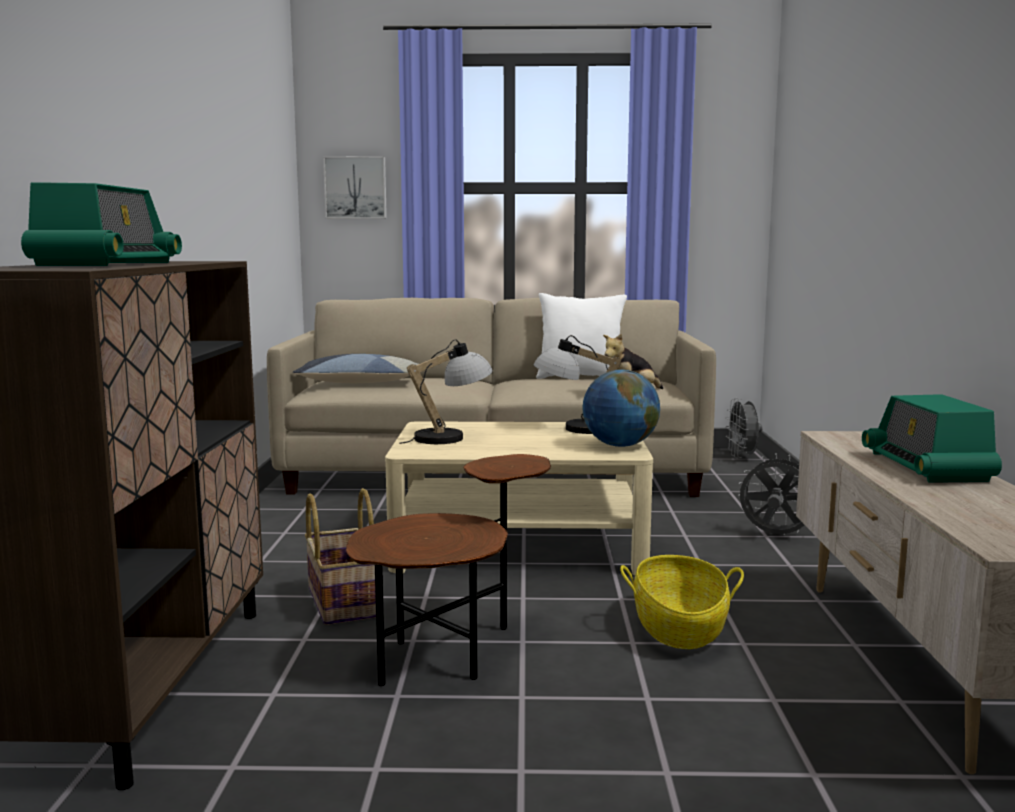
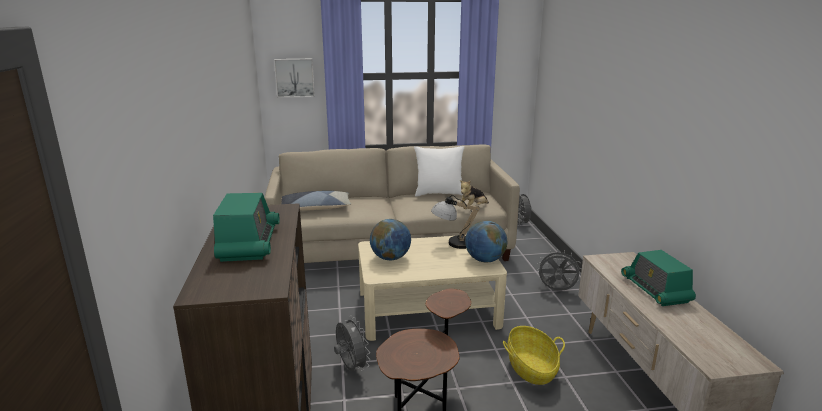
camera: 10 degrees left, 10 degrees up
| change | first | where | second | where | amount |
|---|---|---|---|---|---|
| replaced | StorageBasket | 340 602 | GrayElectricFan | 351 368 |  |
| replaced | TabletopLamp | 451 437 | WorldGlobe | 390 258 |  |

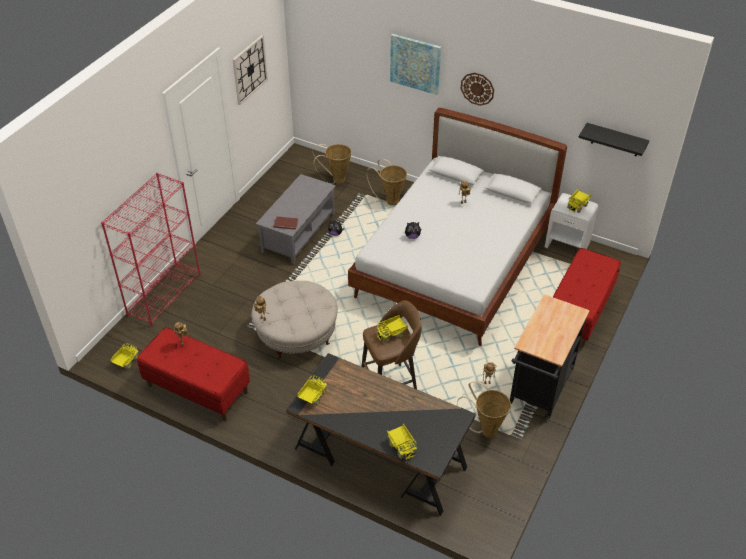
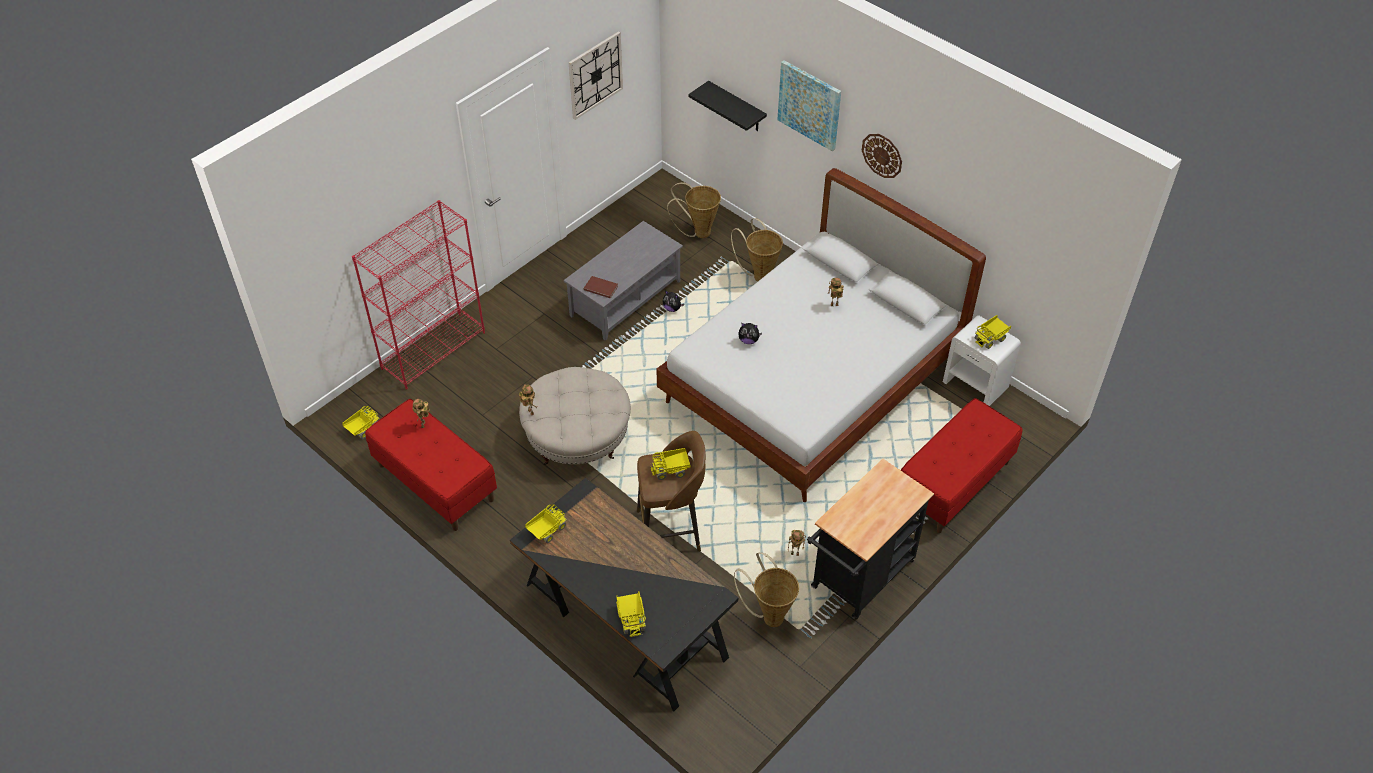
camera: 15 degrees right, 5 degrees up
| change | first | where | second | where | amount |
|---|---|---|---|---|---|
| moved | BlackishBracketShelf | 615 140 |  | 737 107 |  |

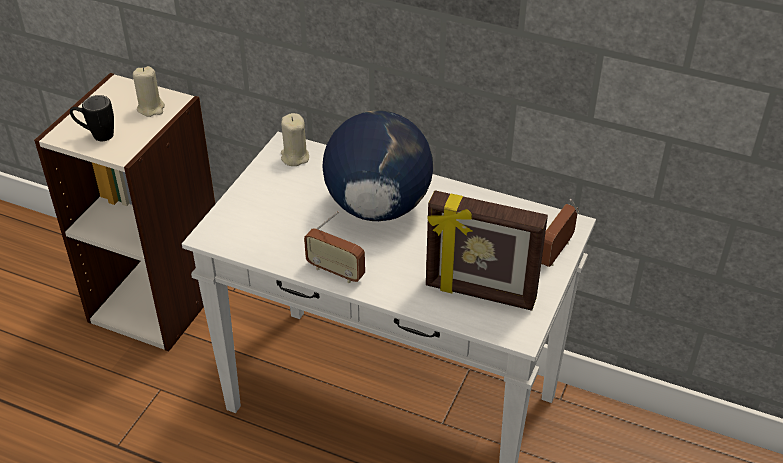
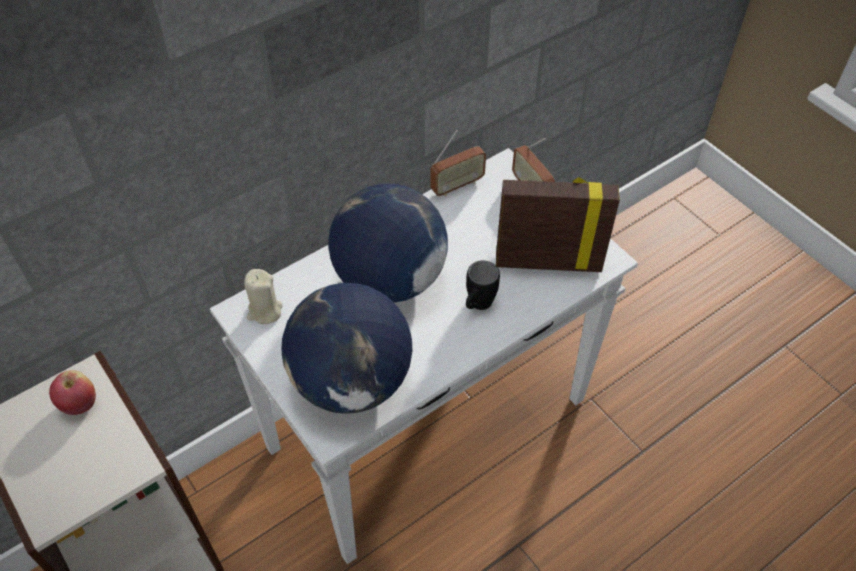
camera: 60 degrees left, 10 degrees up
| change | first | where | second | where | amount |
|---|---|---|---|---|---|
| replaced | BeigeWaxLight | 151 108 | Apple | 80 404 |  |
| added |  |  | WorldGlobe | 352 382 |  |
| moved | Radio | 336 271 |  | 457 186 |  |
| moved | BlackishTeaMug | 96 135 |  | 477 306 |  |
| turned | PictureFrame | 480 294 |  | 548 262 | 135 degrees counterclockwise |

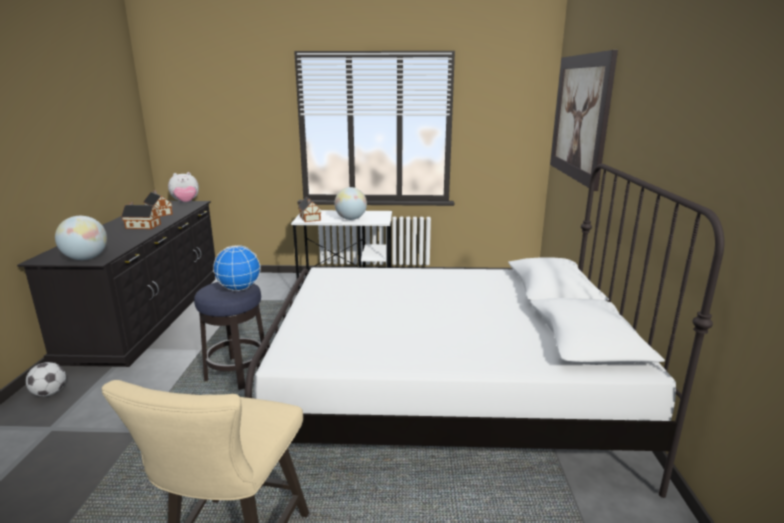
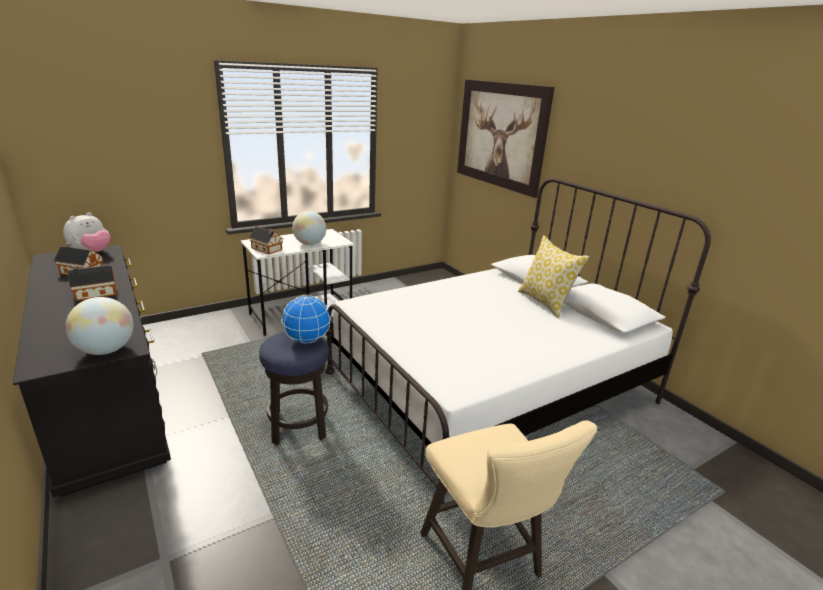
camera: 35 degrees left, 5 degrees up
| change | first | where | second | where | amount |
|---|---|---|---|---|---|
| added |  |  | ThrowPillow | 545 303 |  |
| removed | FootballBall | 50 393 |  |  |  |

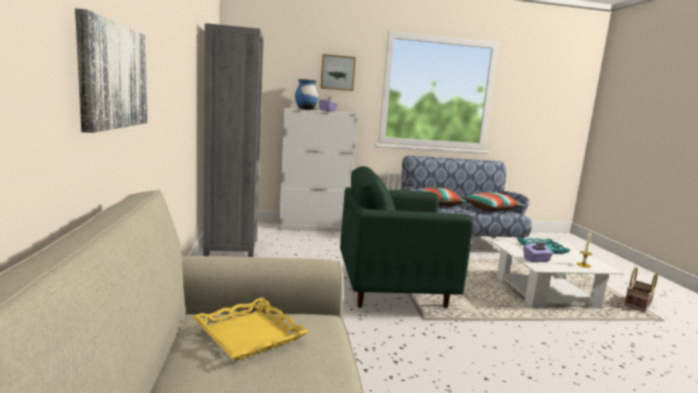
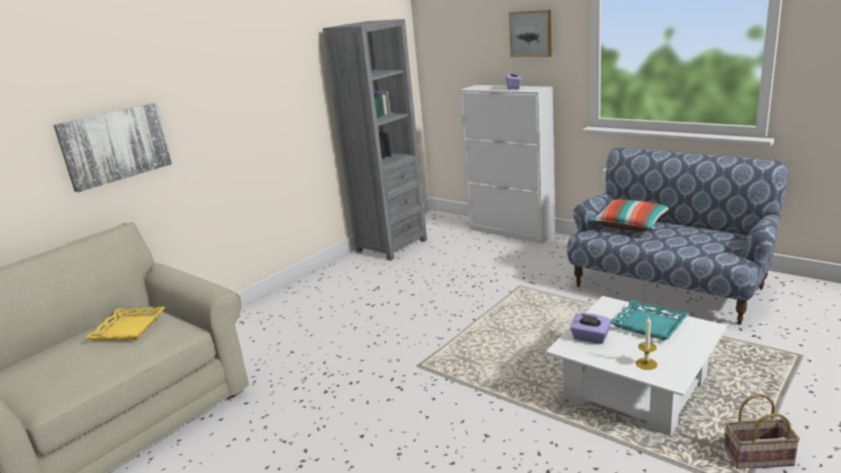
camera: 50 degrees right, 10 degrees up
| change | first | where | second | where | amount |
|---|---|---|---|---|---|
| removed | BluishDecorativeVase | 305 109 |  |  |  |
| removed | GreenColouredLoungeChair | 393 291 |  |  |  |
| removed | ThrowPillow | 490 209 |  |  |  |

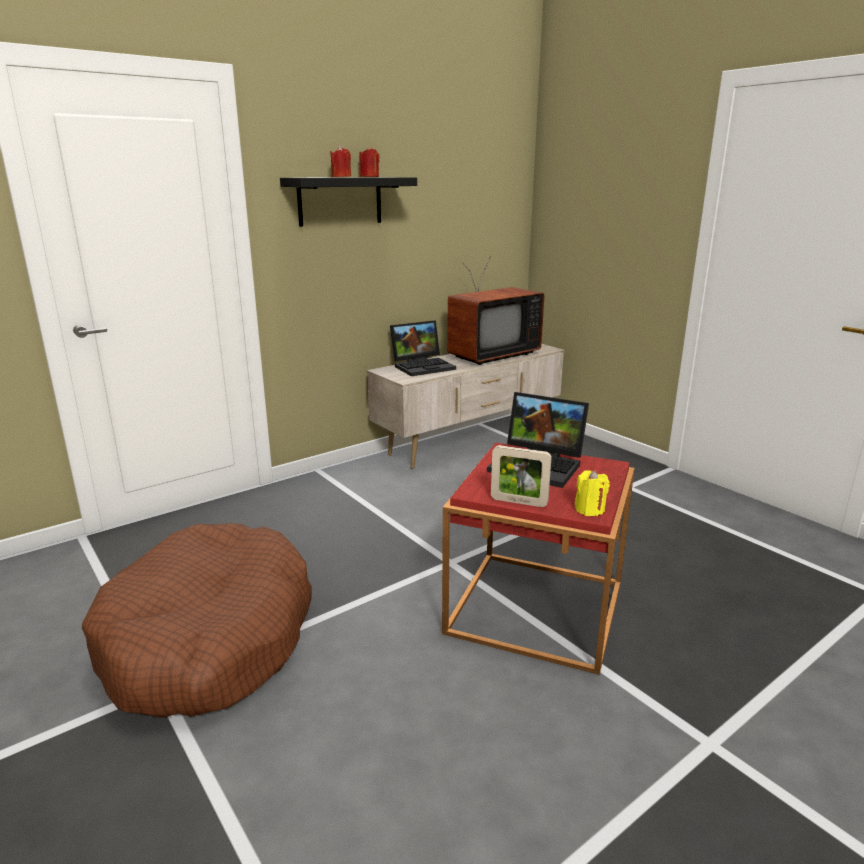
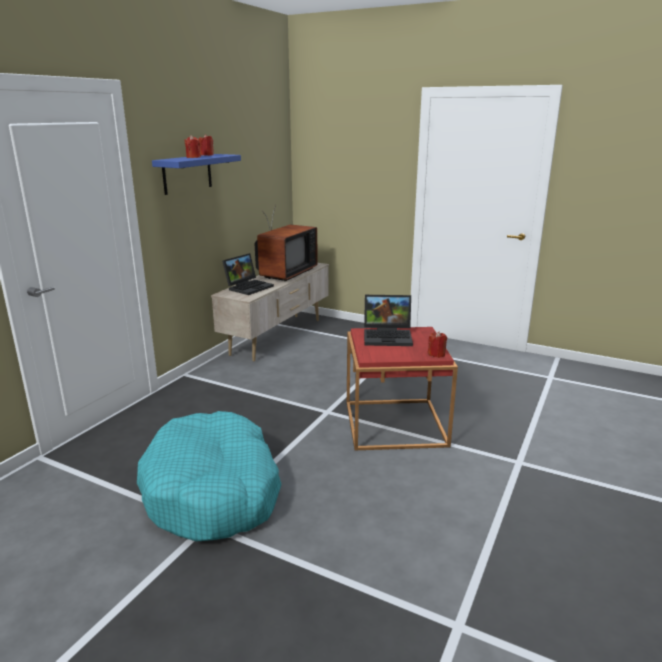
camera: 25 degrees left, 0 degrees up
| change | first | where | second | where | amount |
|---|---|---|---|---|---|
| recoloured | BrownishDogCushion | 209 639 | TurquoiseDogCushion | 213 491 |  |
| recoloured | BlackishBracketShelf | 340 201 | BluishBracketShelf | 187 173 |  |
| recoloured | YellowColouredWaxLight | 589 509 | RedColouredWaxLight | 436 354 |  |
| removed | PictureFrame | 519 502 |  |  |  |

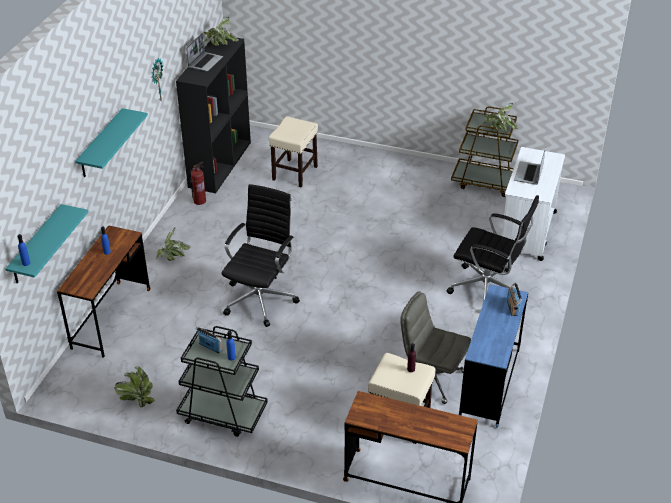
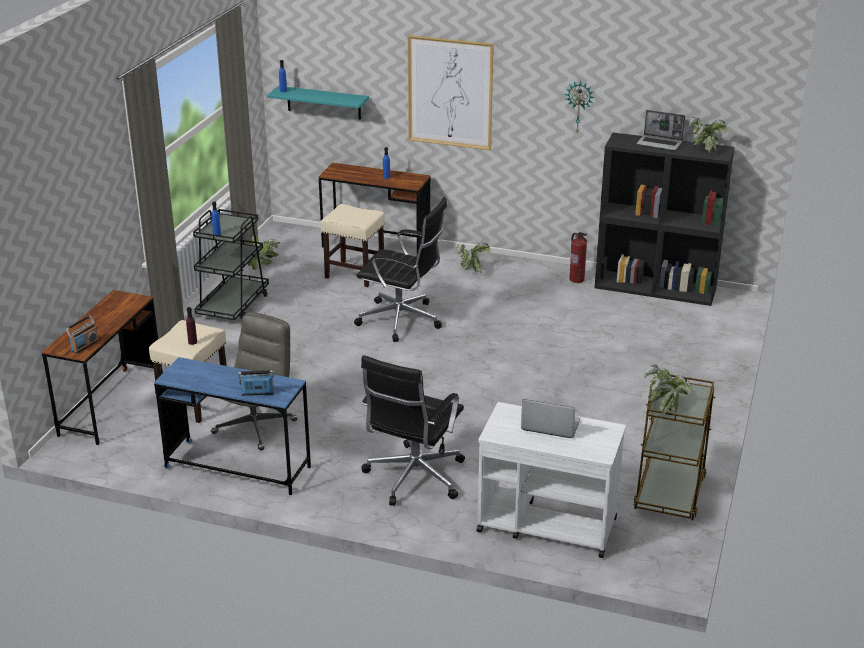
camera: 90 degrees right, 10 degrees down
| change | first | where | second | where | amount |
|---|---|---|---|---|---|
| moved | Radio | 210 347 |  | 84 346 |  |
| moved | BeigeStoolSeat | 294 173 |  | 354 274 |  |
| replaced | TurquoiseBracketShelf | 101 144 | WallArt | 450 92 |  |

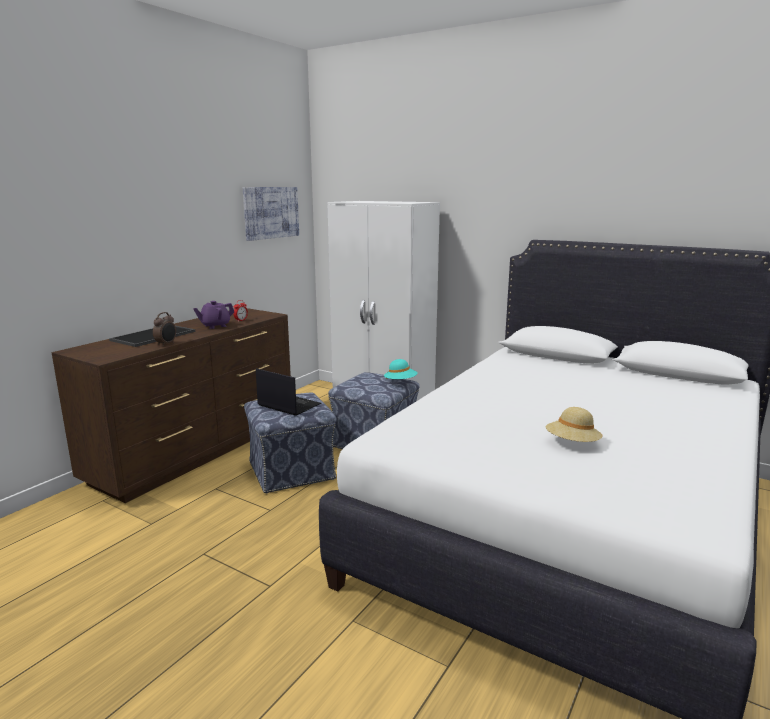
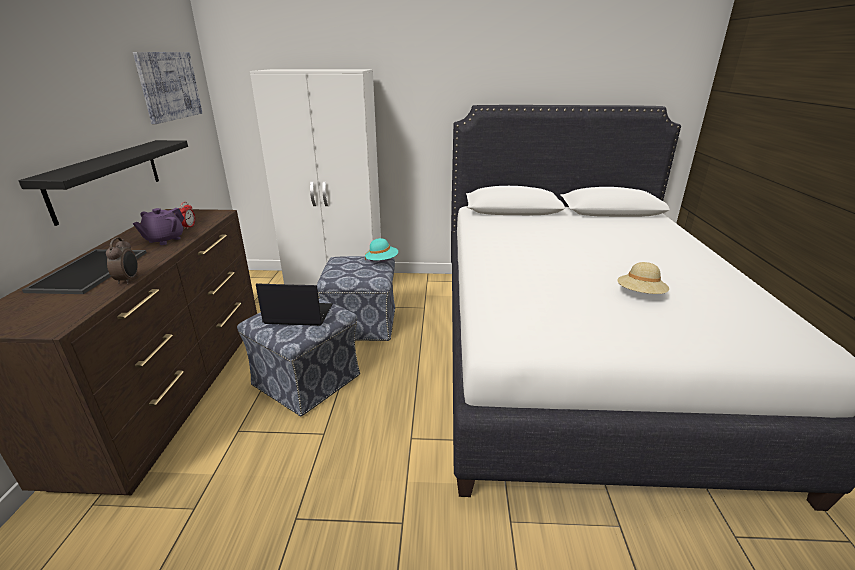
camera: 30 degrees left, 10 degrees up
| change | first | where | second | where | amount |
|---|---|---|---|---|---|
| added |  |  | BlackishBracketShelf | 107 178 |  |

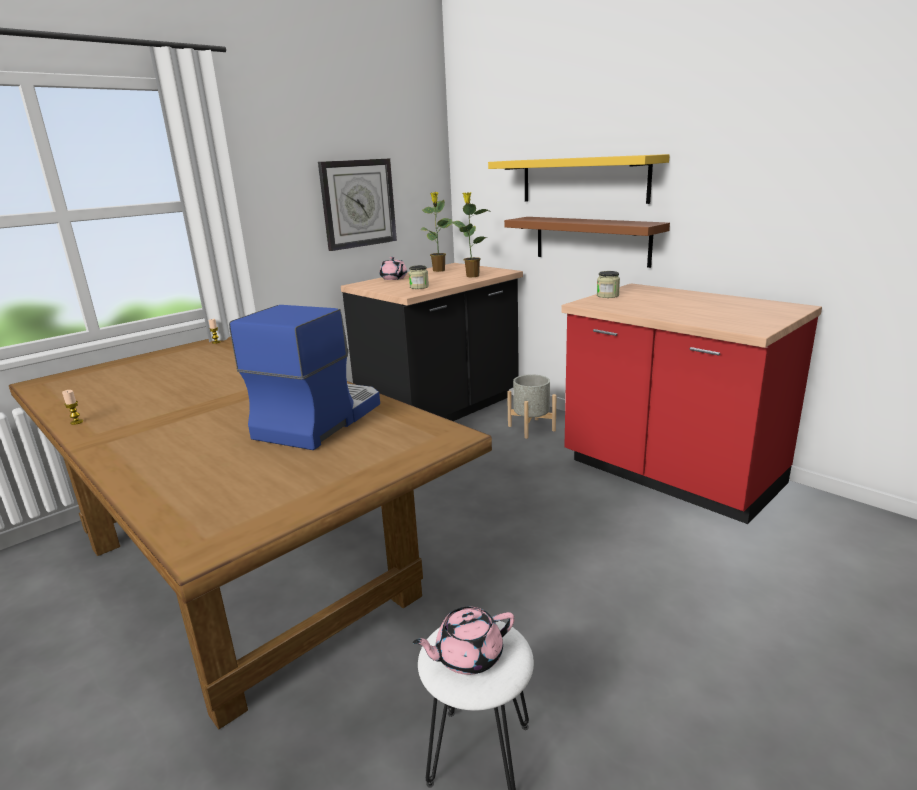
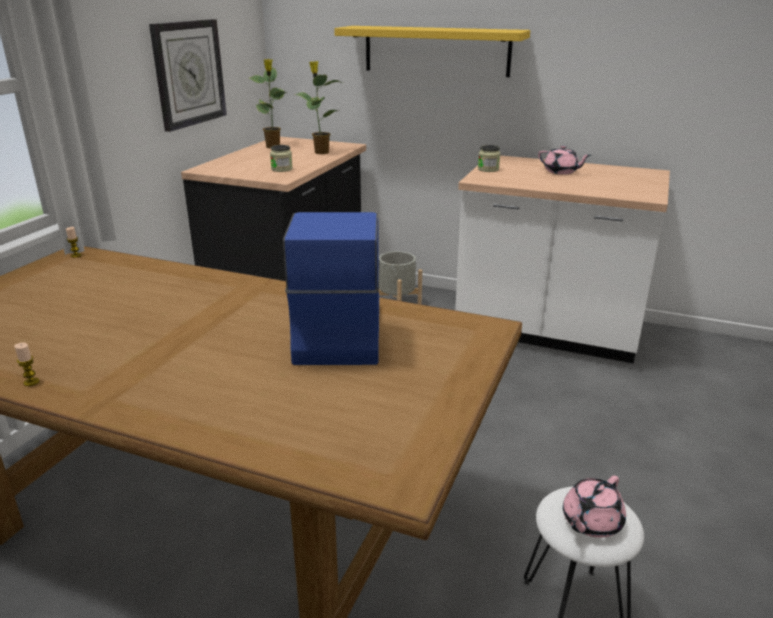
camera: 25 degrees left, 5 degrees up
| change | first | where | second | where | amount |
|---|---|---|---|---|---|
| recoloured | RedColouredKitchenBaseUnit | 670 474 | WhiteKitchenBaseUnit | 548 331 |  |
| moved | PinkishPotForTea | 394 278 |  | 561 172 |  |
| removed | BrownishBracketShelf | 591 240 |  |  |  |

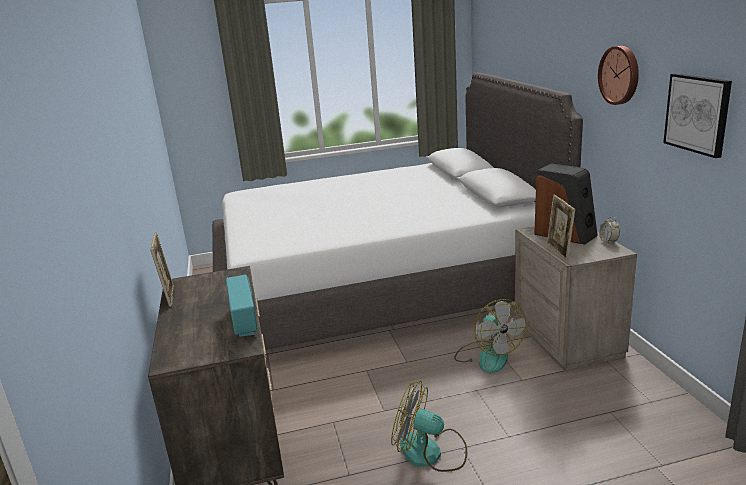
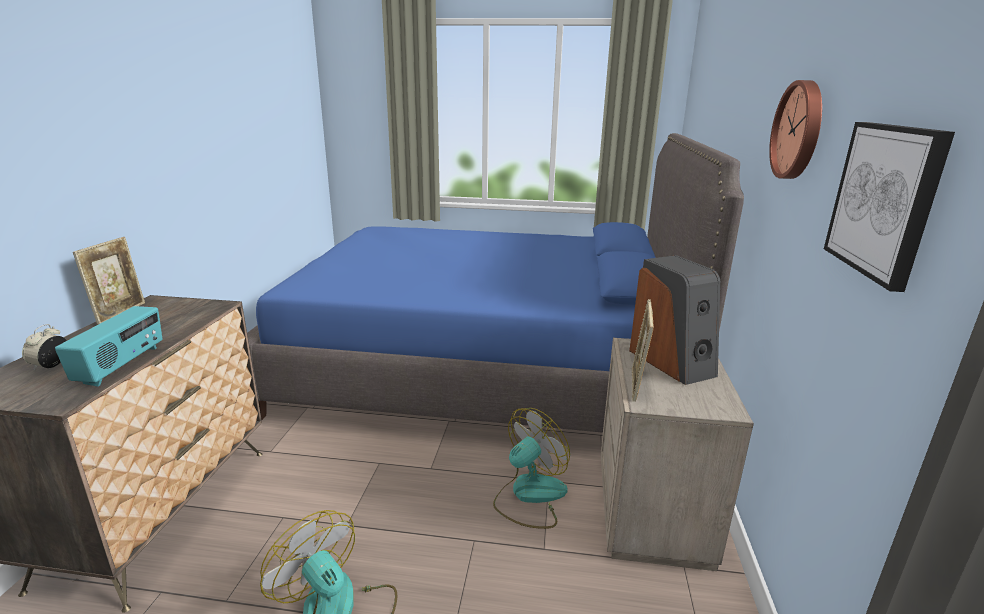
camera: 20 degrees right, 0 degrees up
| change | first | where | second | where | amount |
|---|---|---|---|---|---|
| moved | AlarmClock | 608 241 |  | 50 365 |  |
| recoloured | WhiteSleepingBed | 379 288 | BluishSleepingBed | 485 367 |  |
| turned | ElectricFan | 488 356 |  | 529 496 | 135 degrees counterclockwise |

